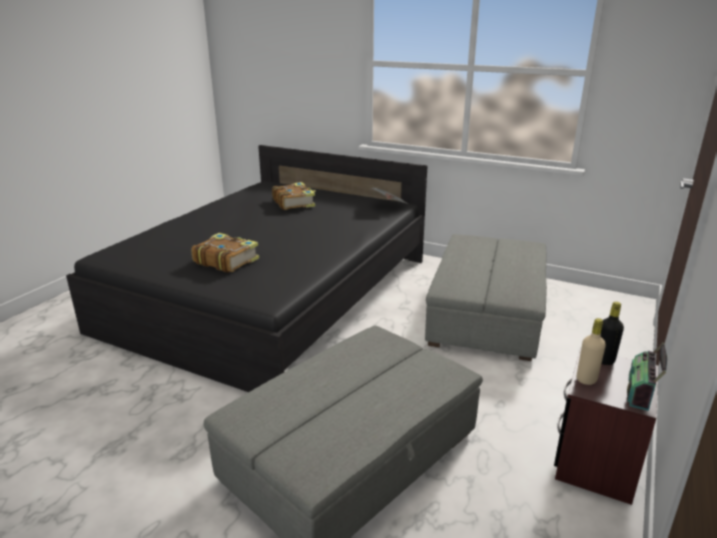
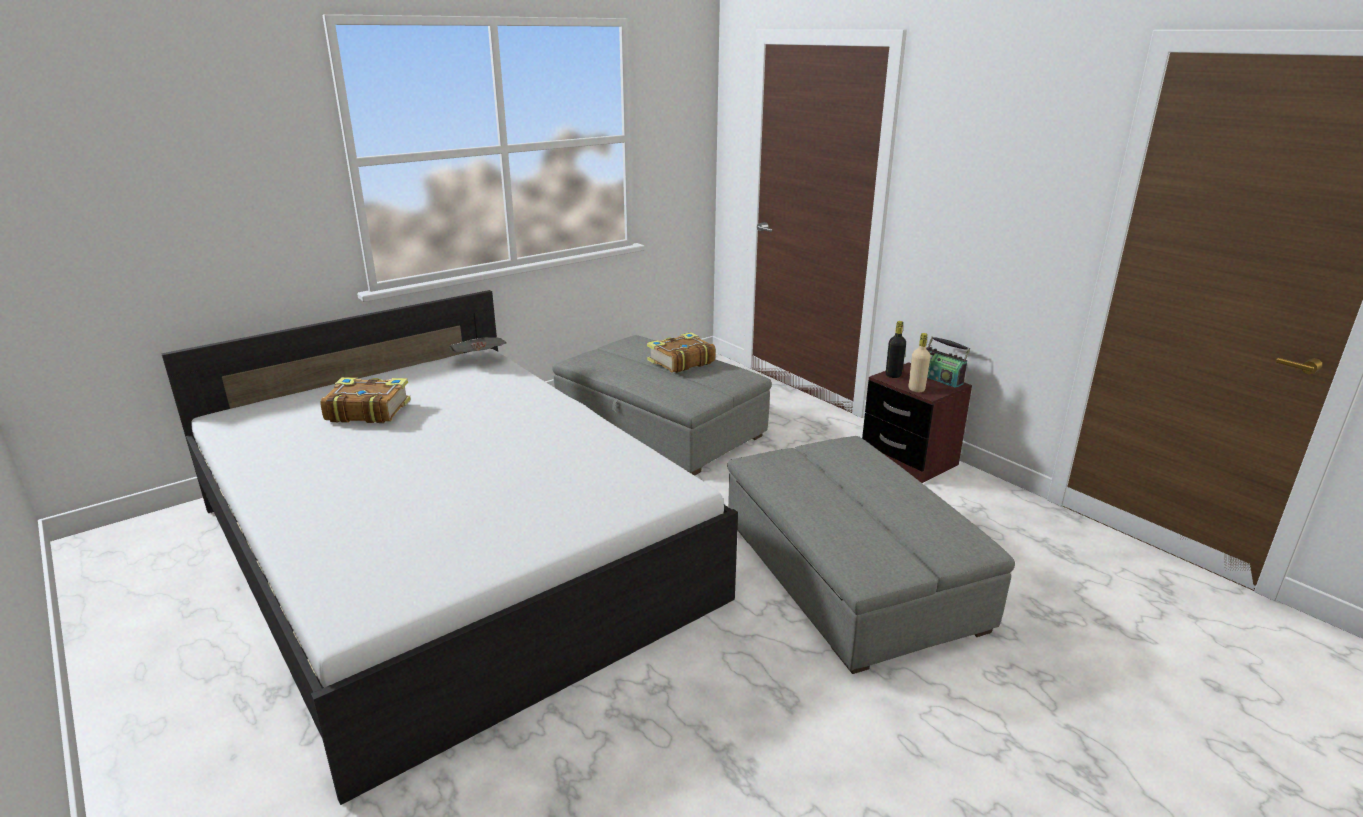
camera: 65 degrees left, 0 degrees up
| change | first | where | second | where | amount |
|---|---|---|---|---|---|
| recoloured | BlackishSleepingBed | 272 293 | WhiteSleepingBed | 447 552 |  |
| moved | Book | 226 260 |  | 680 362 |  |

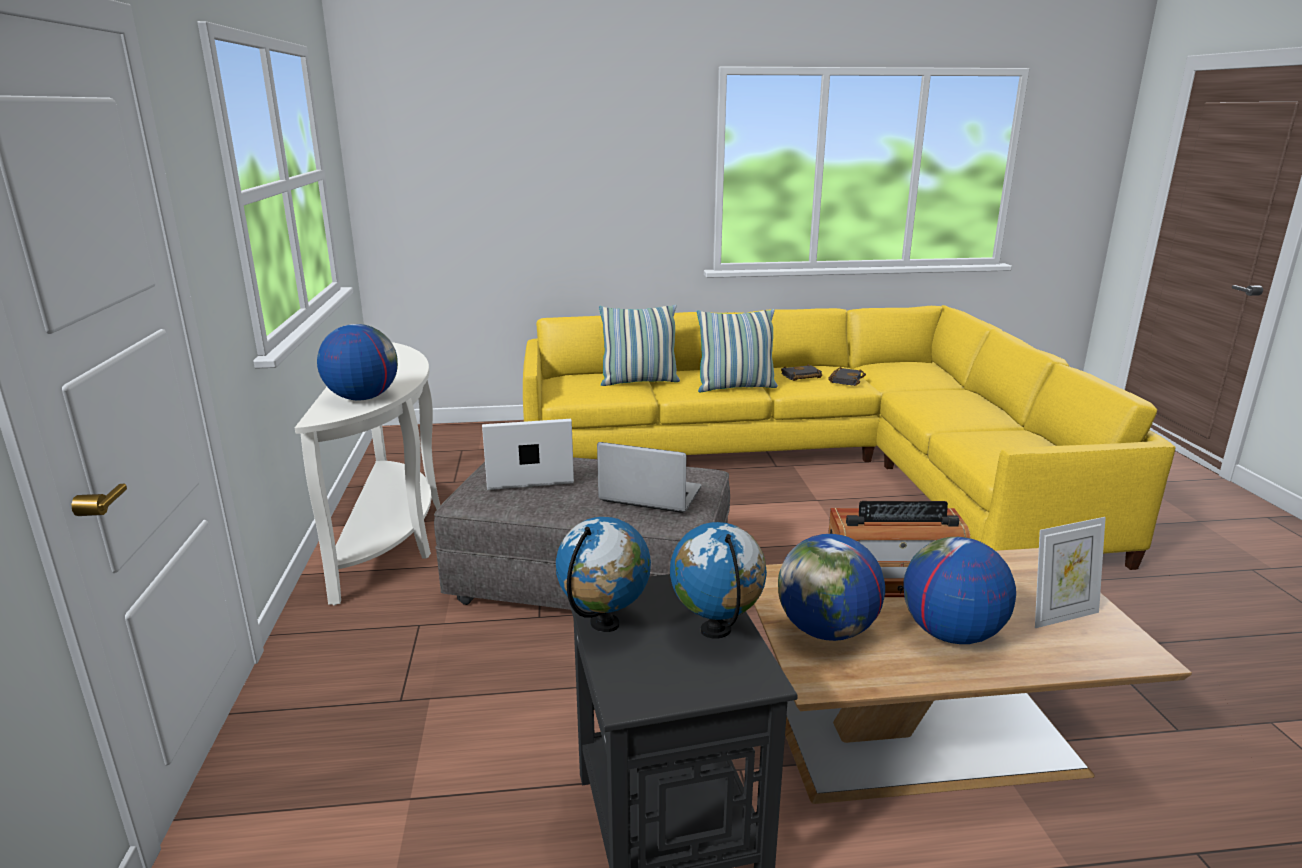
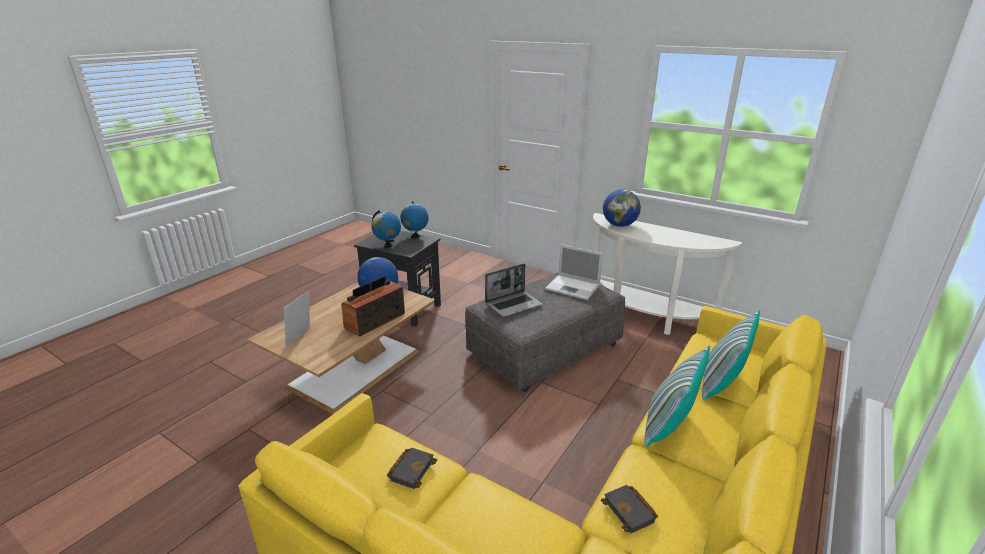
camera: 130 degrees right, 5 degrees up
| change | first | where | second | where | amount |
|---|---|---|---|---|---|
| moved | BlackishBook | 800 376 |  | 411 469 |  |
| turned | Laptop | 527 474 |  | 573 287 | 90 degrees clockwise |
| removed | WorldGlobe | 950 634 |  |  |  |

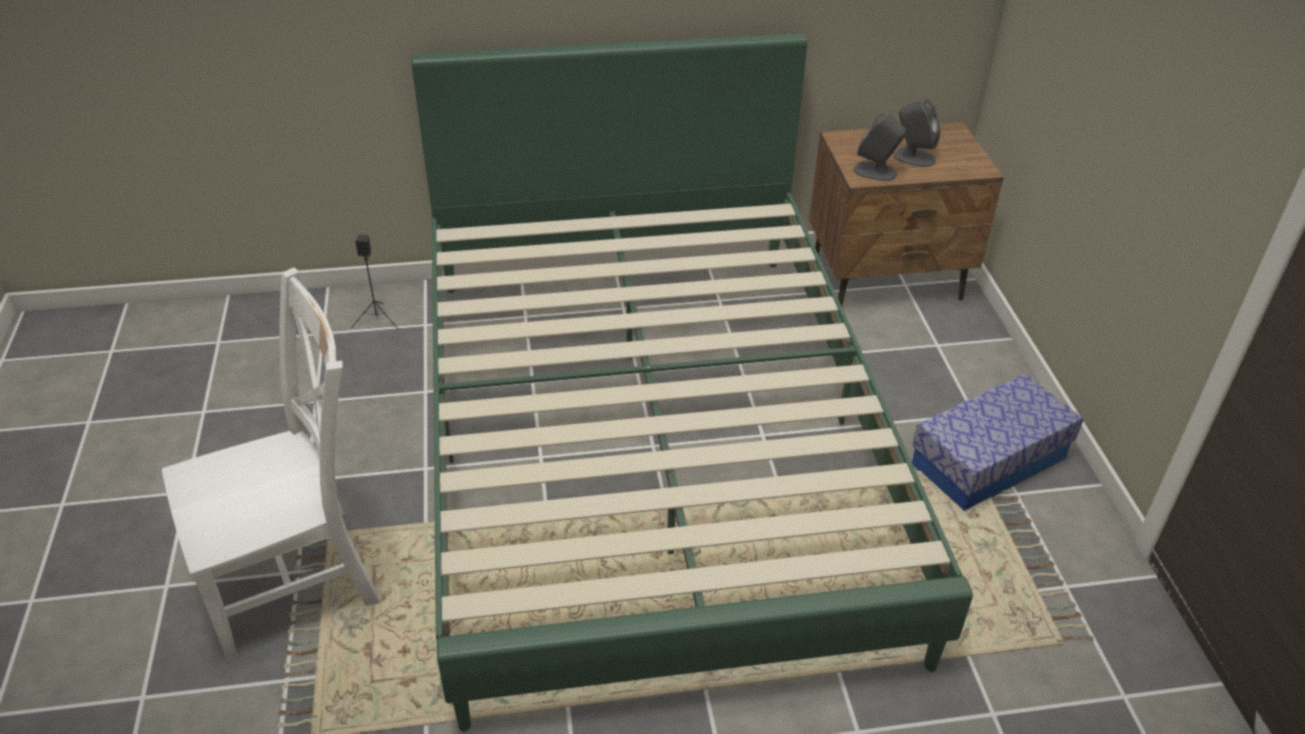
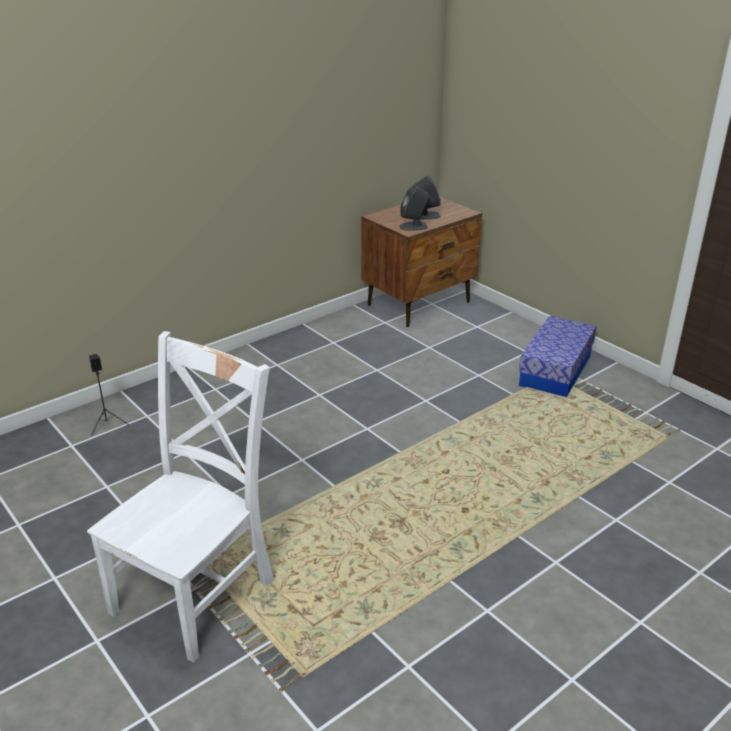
camera: 30 degrees left, 10 degrees down
| change | first | where | second | where | amount |
|---|---|---|---|---|---|
| removed | GreenColouredSleepingBed | 652 443 |  |  |  |

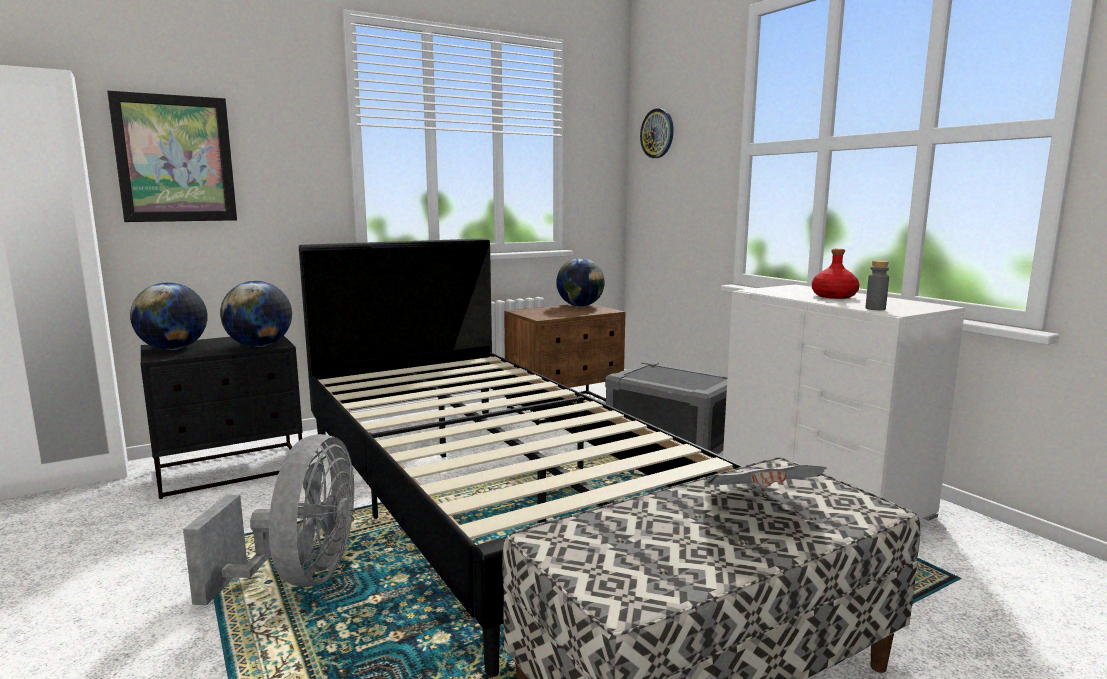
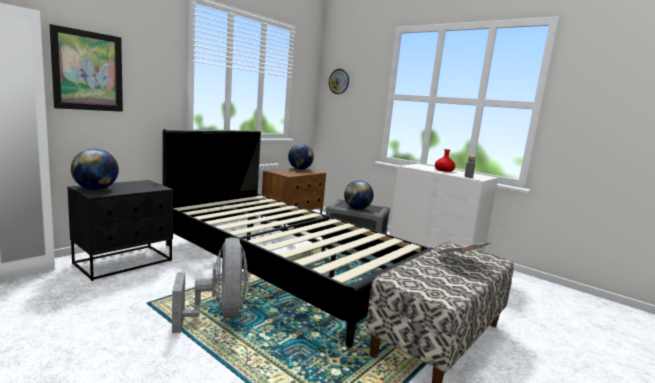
camera: 20 degrees left, 0 degrees up
| change | first | where | second | where | amount |
|---|---|---|---|---|---|
| moved | WorldGlobe | 260 346 |  | 357 209 |  |

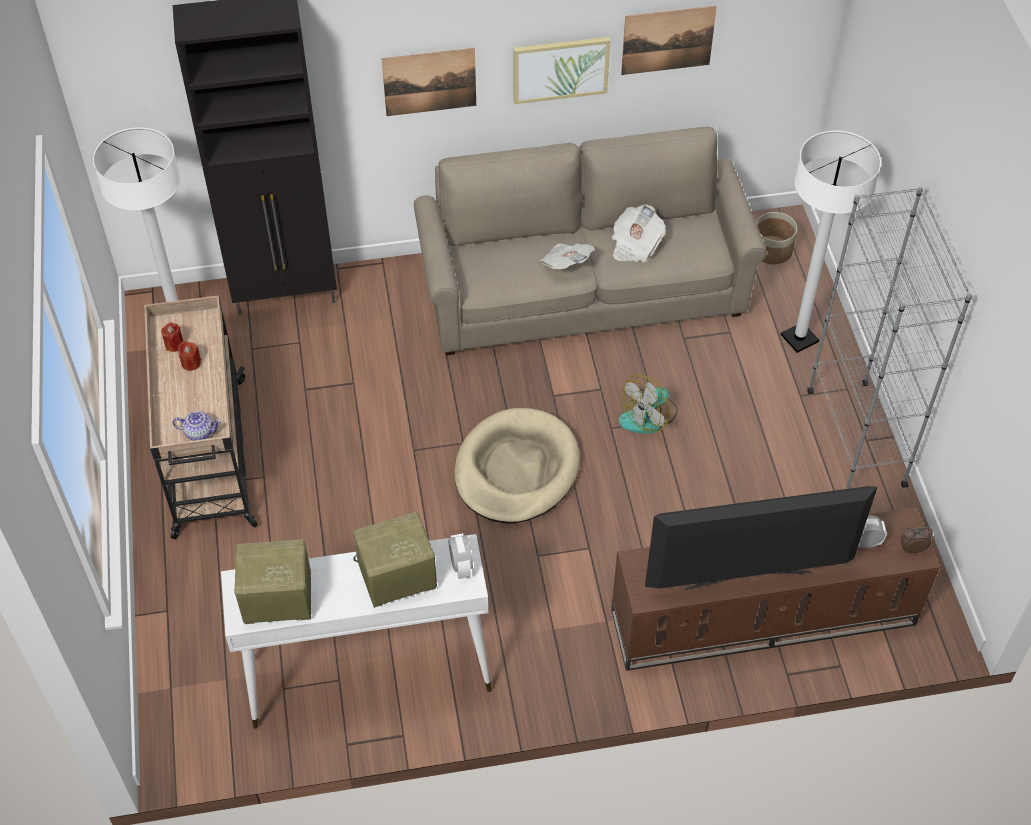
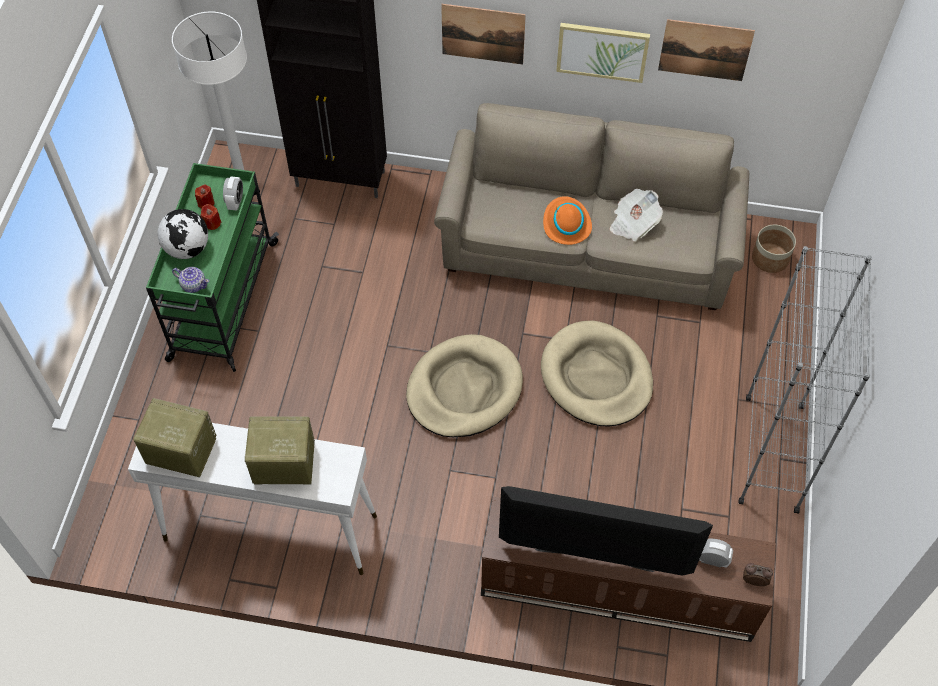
camera: 20 degrees right, 5 degrees up
| change | first | where | second | where | amount |
|---|---|---|---|---|---|
| recoloured | BeigeWheeledCart | 209 458 | GreenColouredWheeledCart | 223 302 |  |
| added |  |  | WorldGlobe | 187 248 |  |
| moved | AlarmClock | 461 566 |  | 235 202 |  |
| replaced | ElectricFan | 649 416 | BeigeDogCushion | 596 377 |  |
| replaced | Newspaper | 566 264 | OrangeWearableHat | 566 224 |  |
| removed | WhiteFloorLamp | 799 338 |  |  |  |

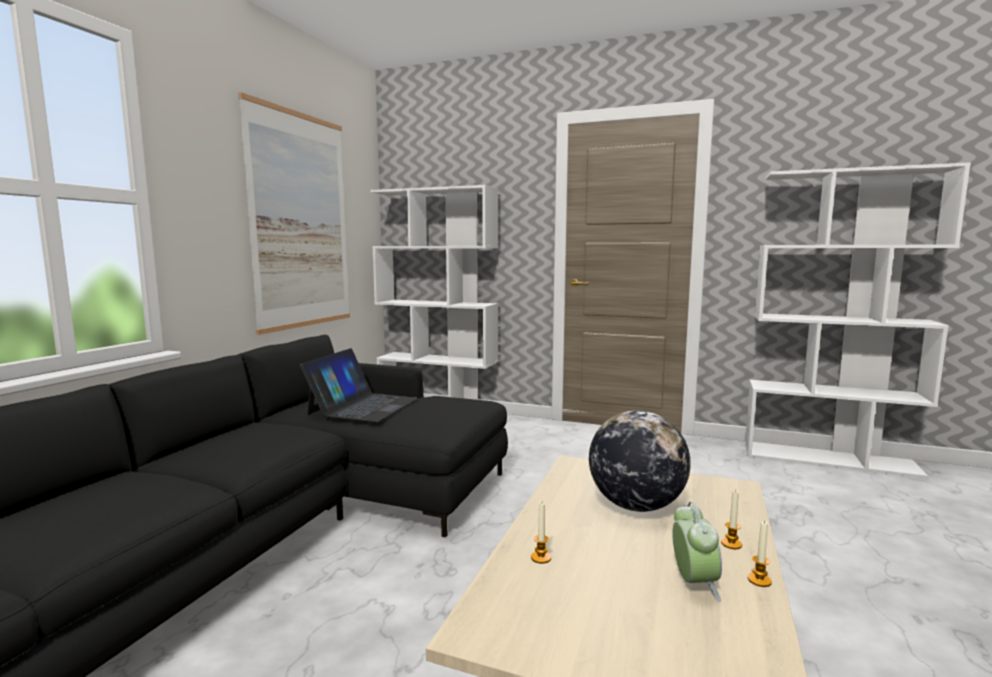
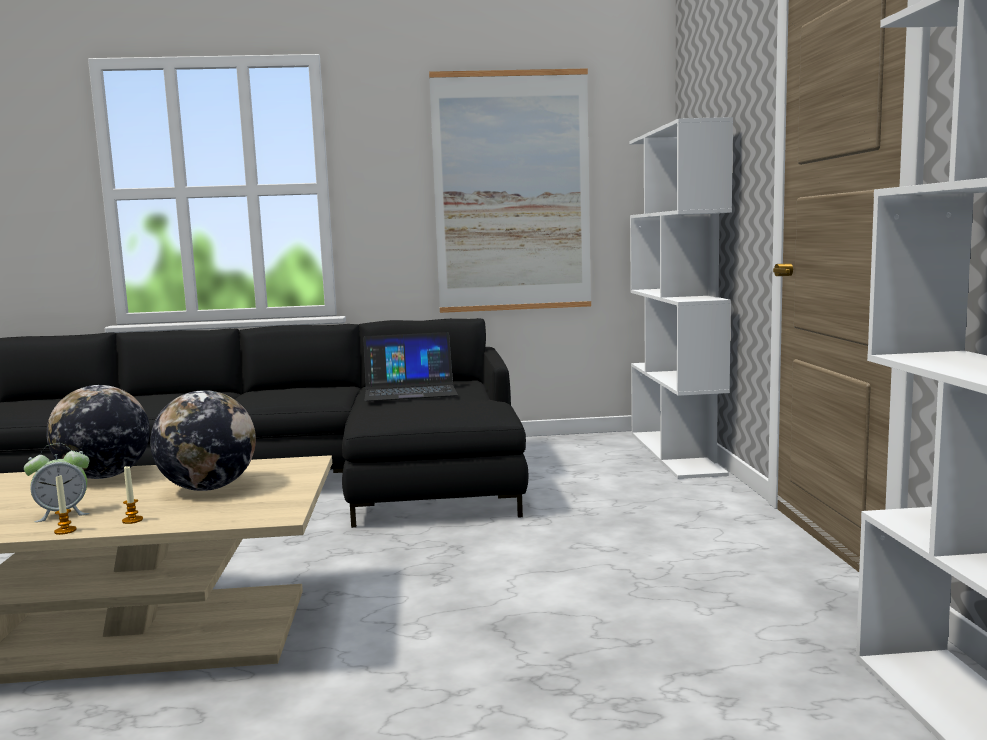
camera: 65 degrees right, 0 degrees up
| change | first | where | second | where | amount |
|---|---|---|---|---|---|
| replaced | WaxLight | 541 558 | WorldGlobe | 104 477 |  |

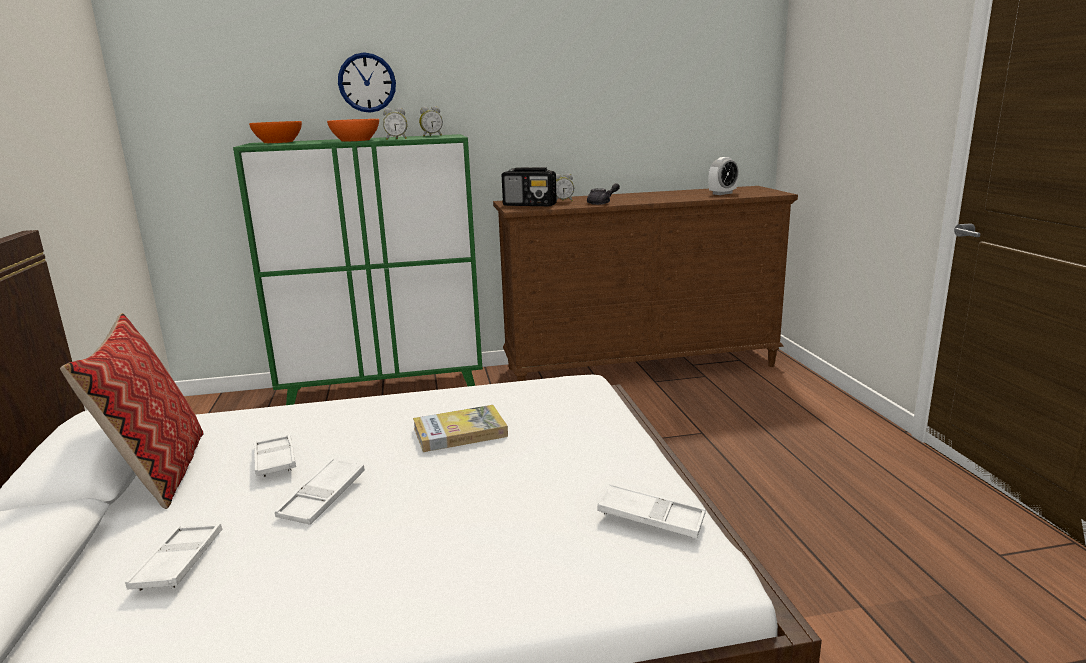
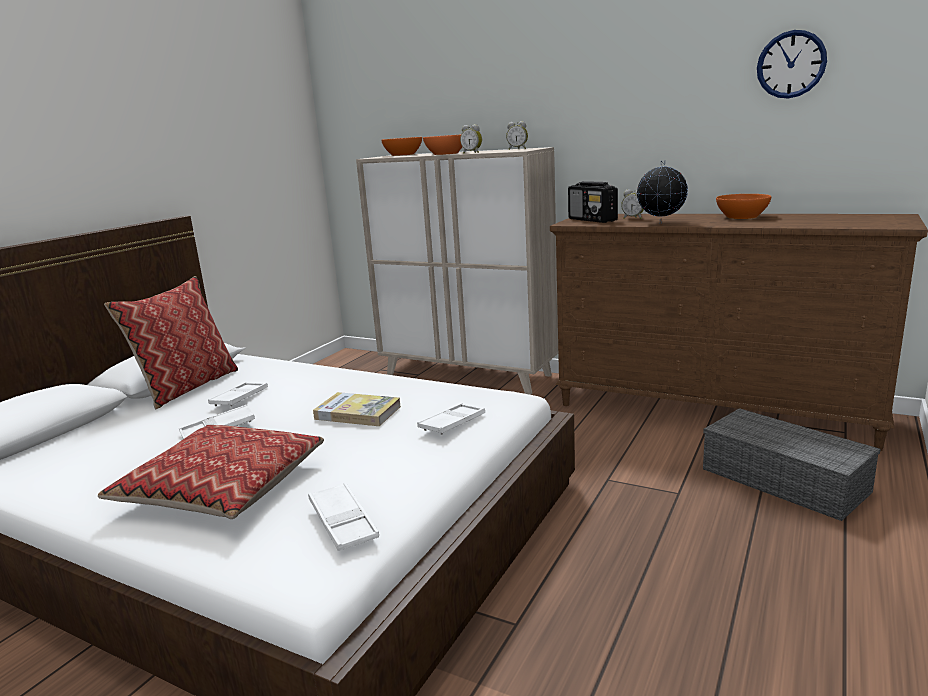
camera: 40 degrees right, 0 degrees up
| change | first | where | second | where | amount |
|---|---|---|---|---|---|
| added |  |  | ThrowPillow | 222 486 |  |
| recoloured | GreenColouredStorageCabinet | 384 390 | BeigeStorageCabinet | 468 375 |  |
| moved | WhiteCarryingTray | 179 562 |  | 452 423 |  |
| replaced | GrayPotForTea | 602 203 | WorldGlobe | 661 223 |  |
| added |  |  | GrayStorageContainer | 786 480 |  |
| added |  |  | OrangeServingBowl | 742 217 |  |
| moved | WallClock | 367 82 |  | 791 64 |  |
| removed | AlarmClock | 722 193 |  |  |  |

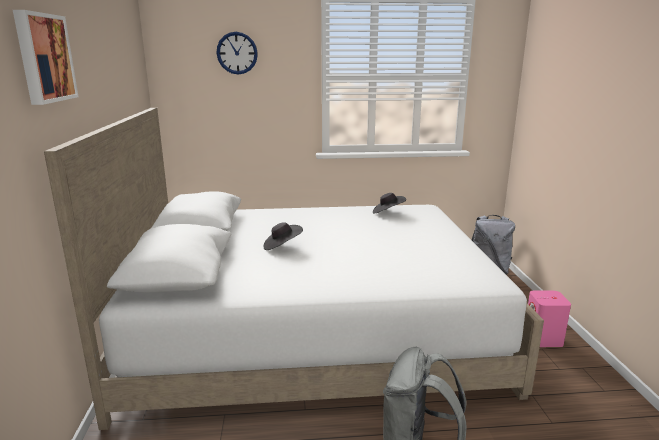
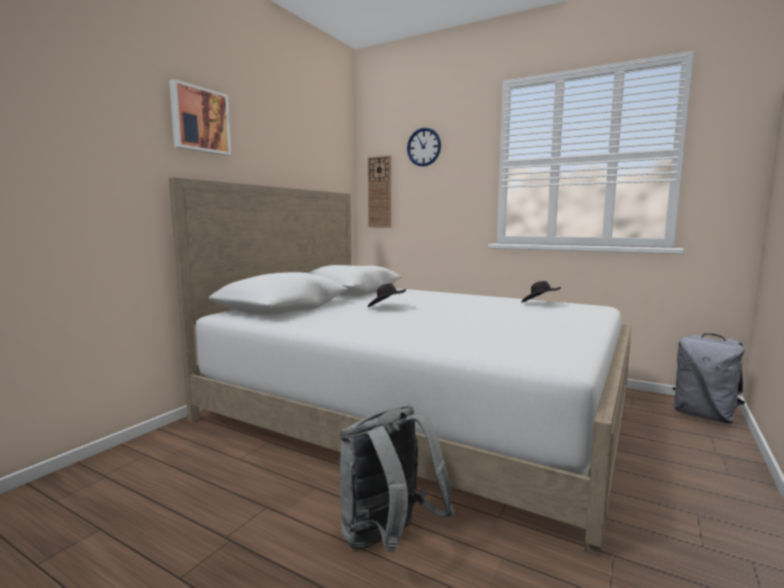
camera: 35 degrees right, 10 degrees down
| change | first | where | second | where | amount |
|---|---|---|---|---|---|
| added |  |  | WallClock | 380 192 |  |
| removed | PinkishAudioSpeaker | 543 339 |  |  |  |

